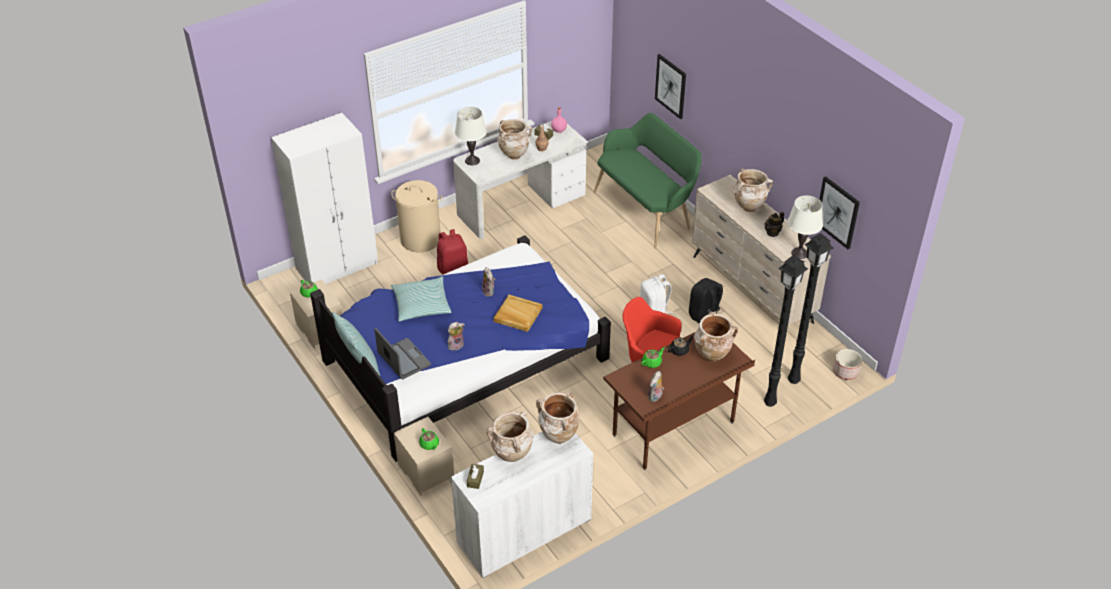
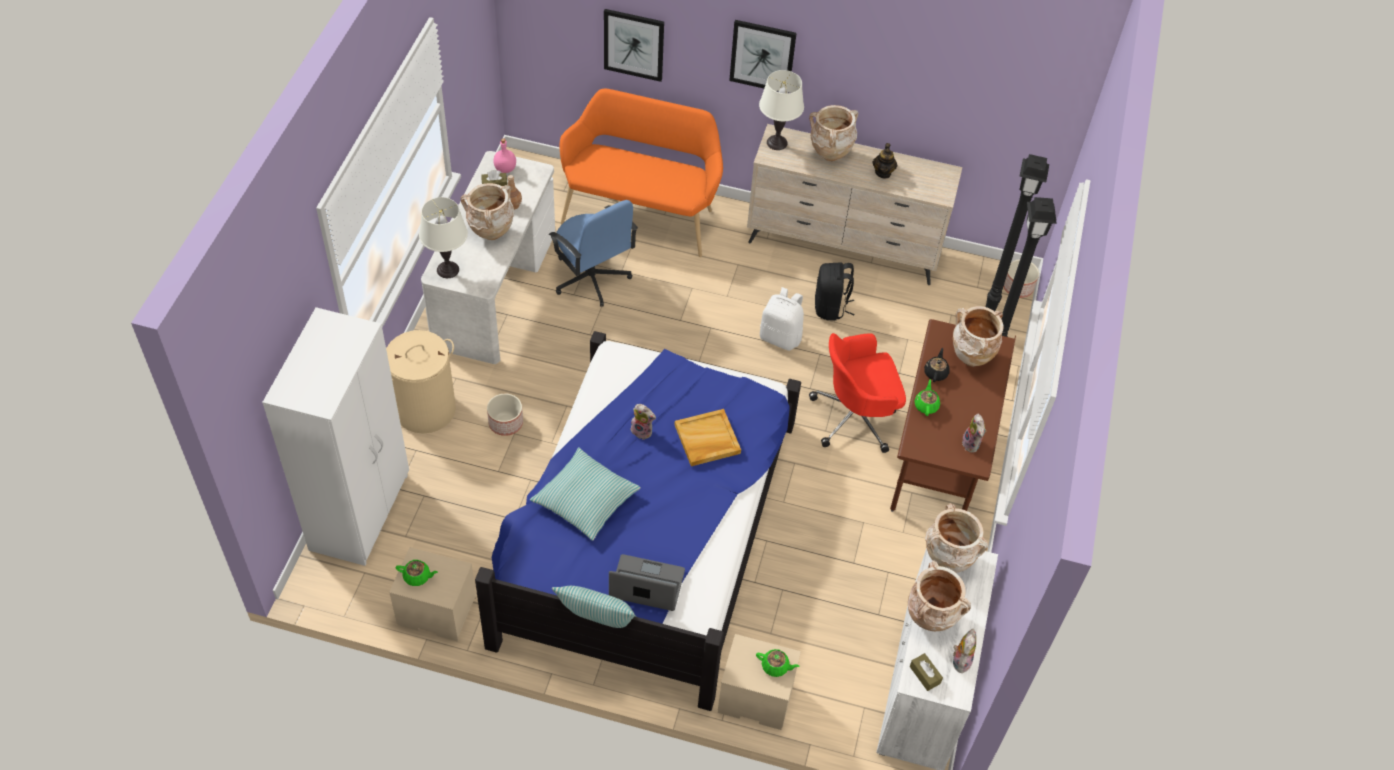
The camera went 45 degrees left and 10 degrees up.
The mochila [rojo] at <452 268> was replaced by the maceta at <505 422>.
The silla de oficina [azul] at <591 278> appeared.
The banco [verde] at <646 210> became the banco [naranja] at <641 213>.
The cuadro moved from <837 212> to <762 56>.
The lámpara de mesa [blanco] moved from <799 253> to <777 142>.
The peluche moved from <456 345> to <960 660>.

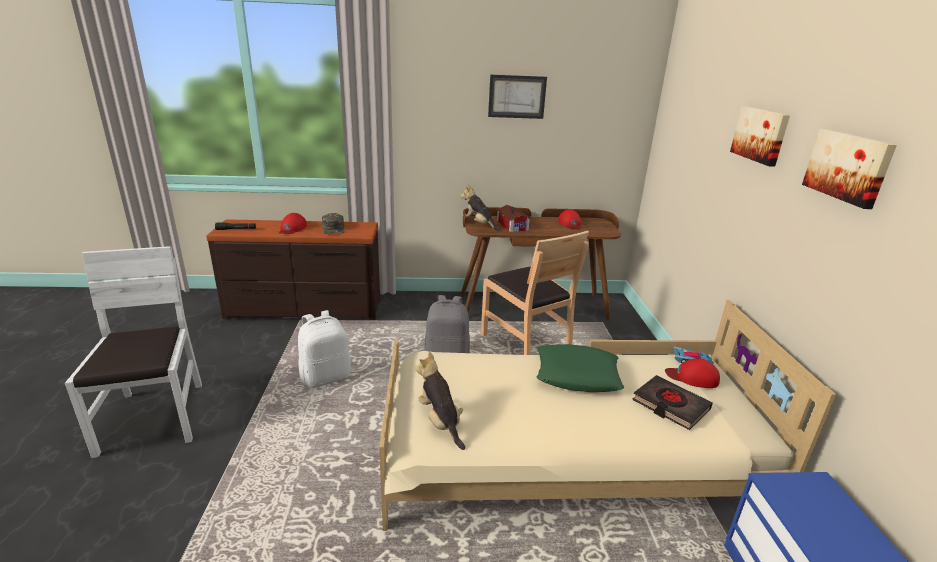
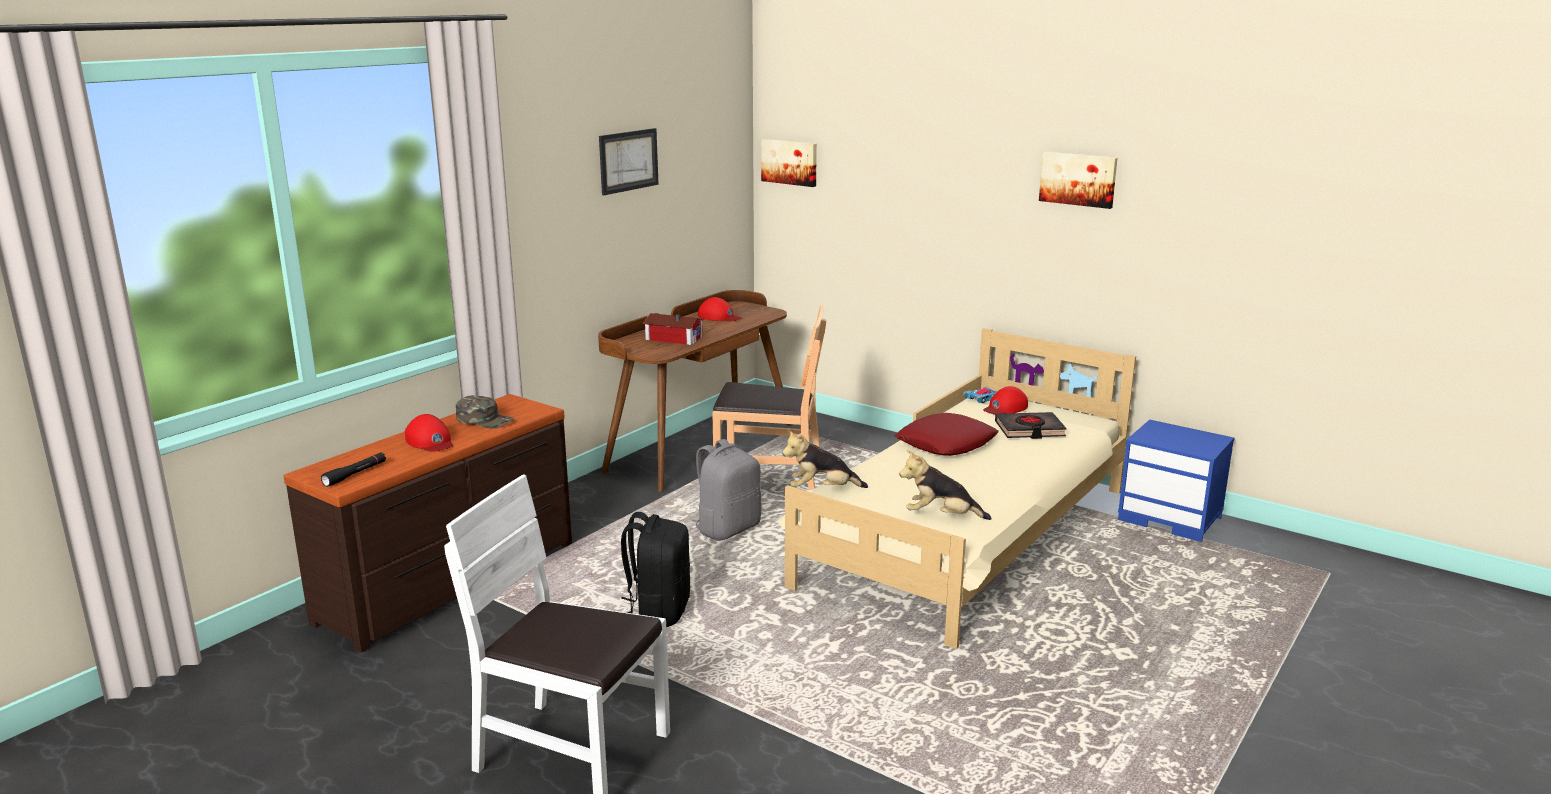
The camera went 50 degrees left and 5 degrees down.
The mochila [blanco] at <326 377> became the mochila [negro] at <658 611>.
The cuadro moved from <760 135> to <790 162>.
The peluche moved from <479 224> to <822 490>.
The cojín [verde] at <577 375> became the cojín [rojo] at <946 443>.

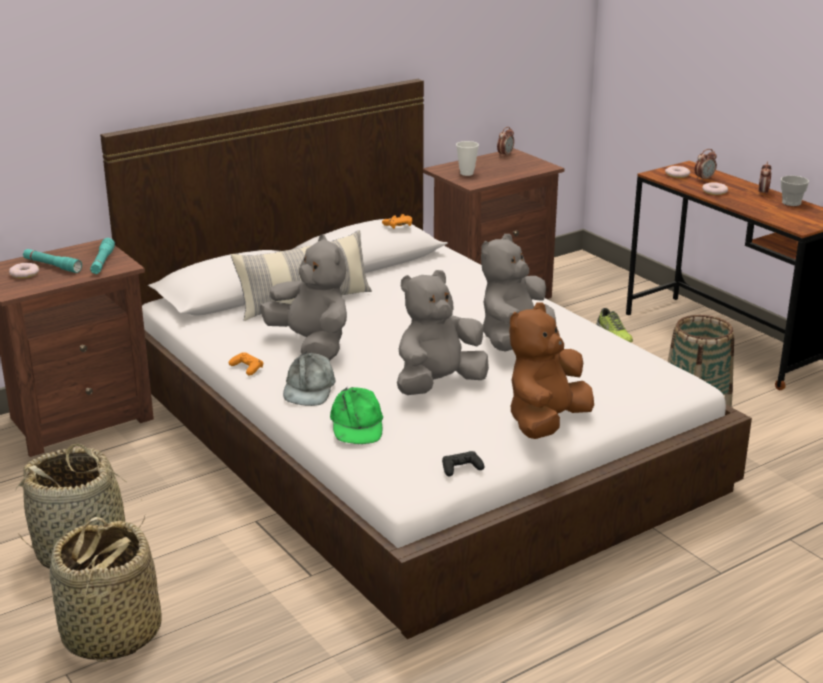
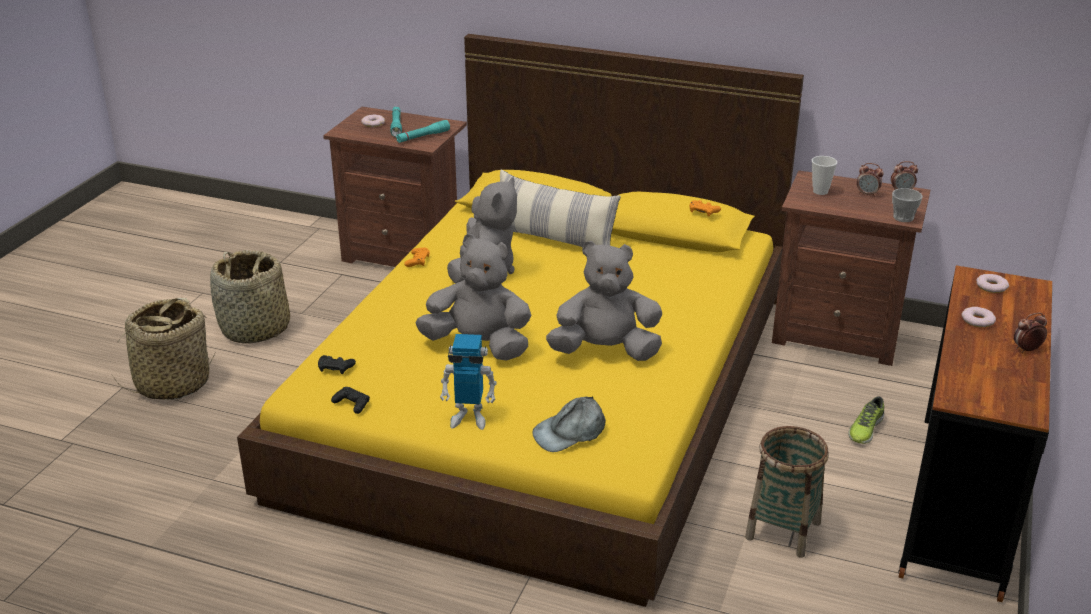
The camera went 55 degrees right and 5 degrees up.
The cama [blanco] at <410 431> became the cama [amarillo] at <547 390>.
The mando de consola [negro] at <335 367> appeared.
The peluche [marrón] at <546 423> was replaced by the robot de juguete at <469 417>.
The gorra [gris] moved from <309 388> to <570 432>.
The despertador moved from <704 179> to <867 194>.
The taza moved from <791 203> to <903 217>.
The gorra [verde] at <356 425> disappeared.

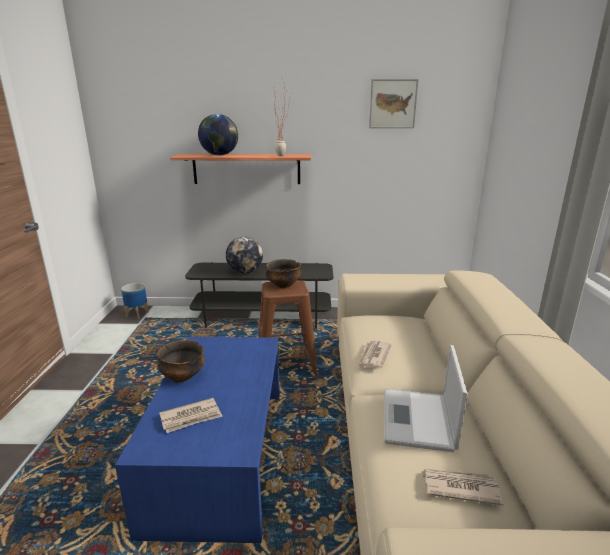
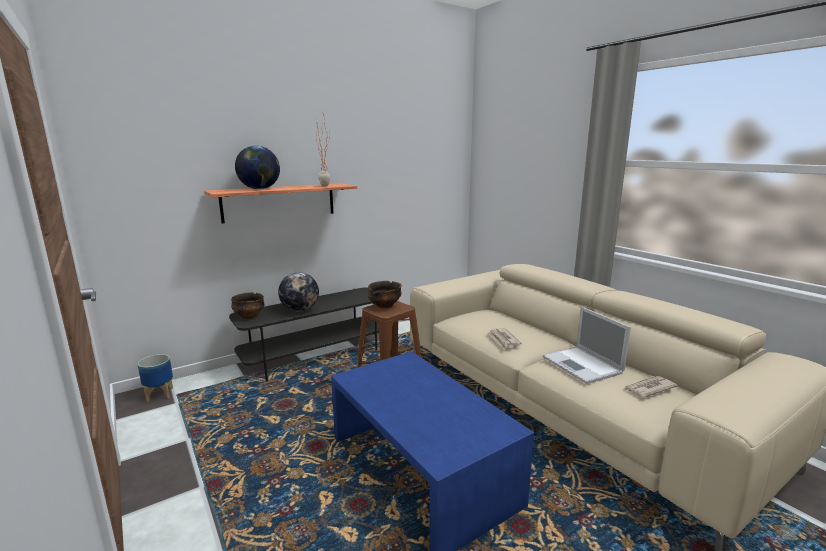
The camera went 35 degrees left and 5 degrees down.
The cuenco moved from <182 376> to <249 316>.
The periódico at <191 417> disappeared.
The cuadro at <393 104> disappeared.

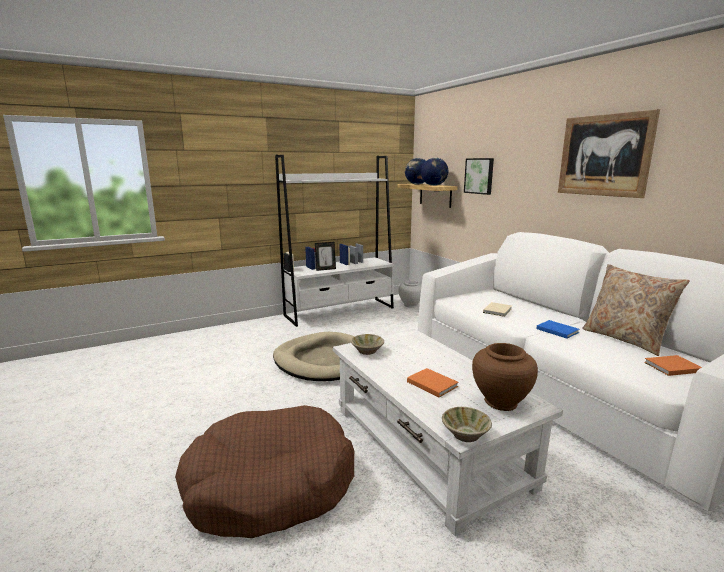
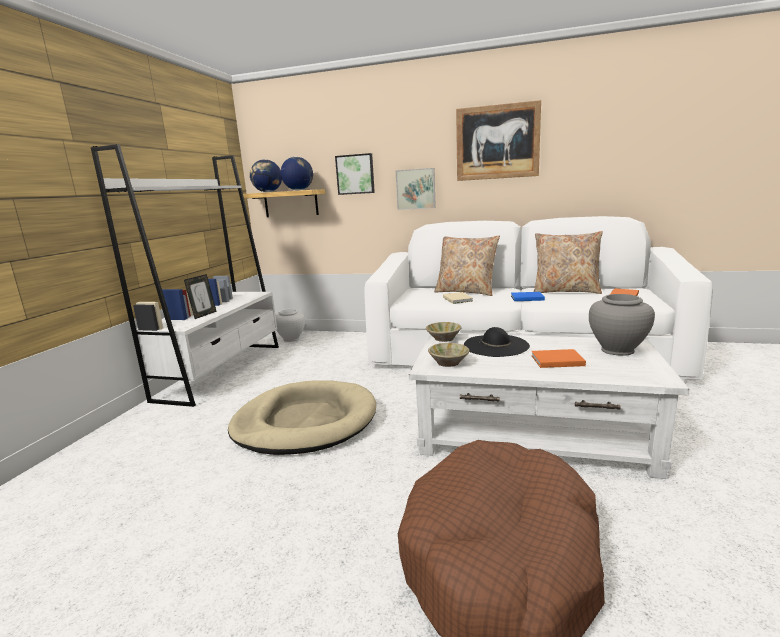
The camera went 45 degrees left and 0 degrees up.
The cuadro at <416 189> appeared.
The cuenco [beis] moved from <465 434> to <443 338>.
The cojín [beis] at <466 292> appeared.
The sombrero [negro] at <496 345> appeared.
The florero [marrón] at <501 402> became the florero [gris] at <617 350>.

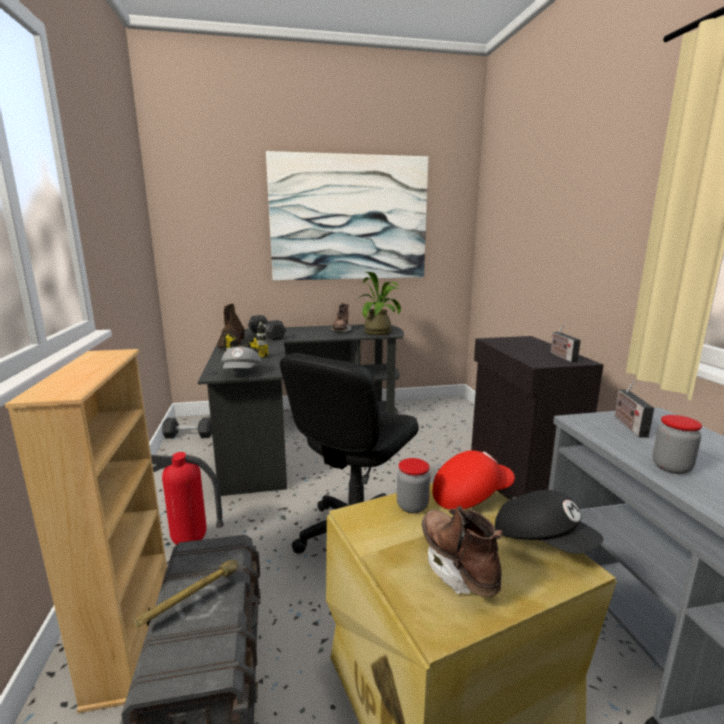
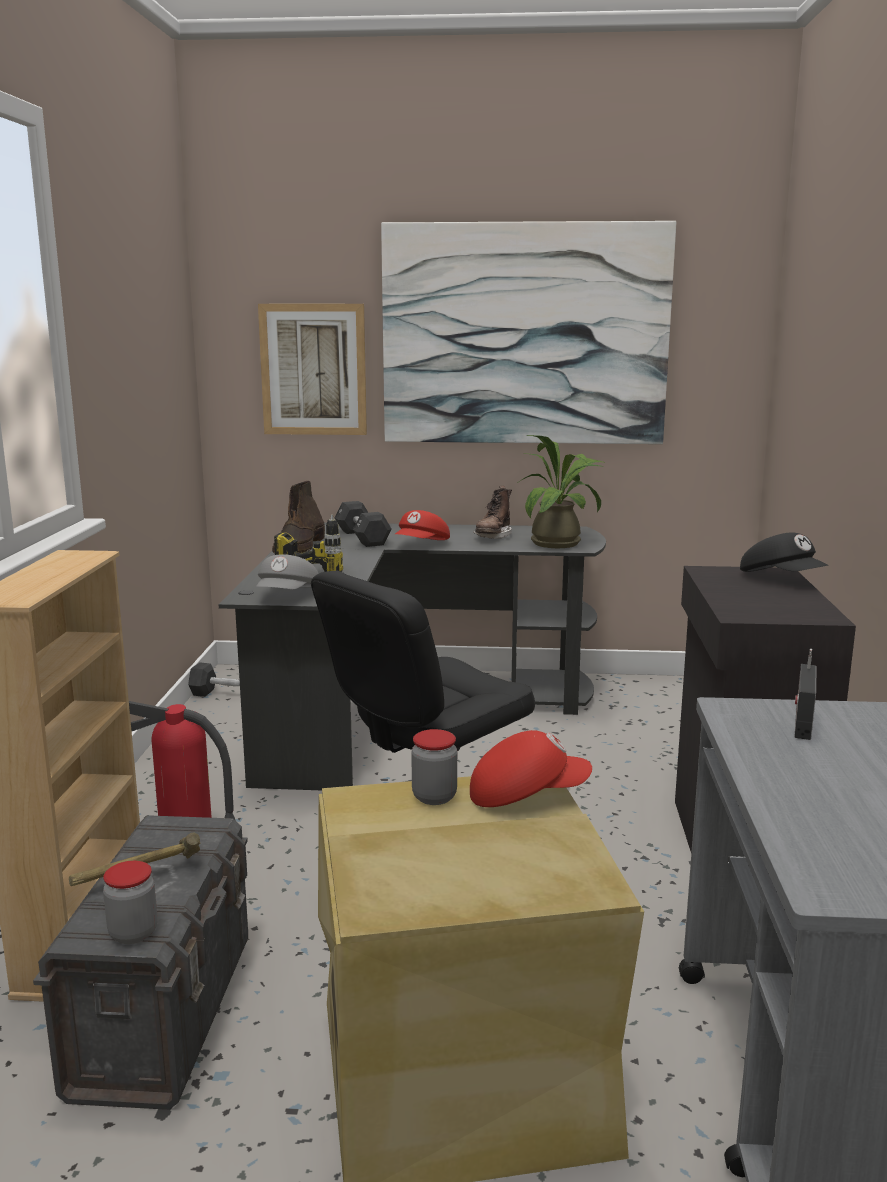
The camera went 15 degrees right and 0 degrees up.
The tarro moved from <671 467> to <133 933>.
The cuadro at <313 370> appeared.
The gorra [rojo] at <422 545> appeared.
The gorra [negro] moved from <542 540> to <782 579>.
The bota [marrón] at <457 567> disappeared.
The radio at <561 357> disappeared.

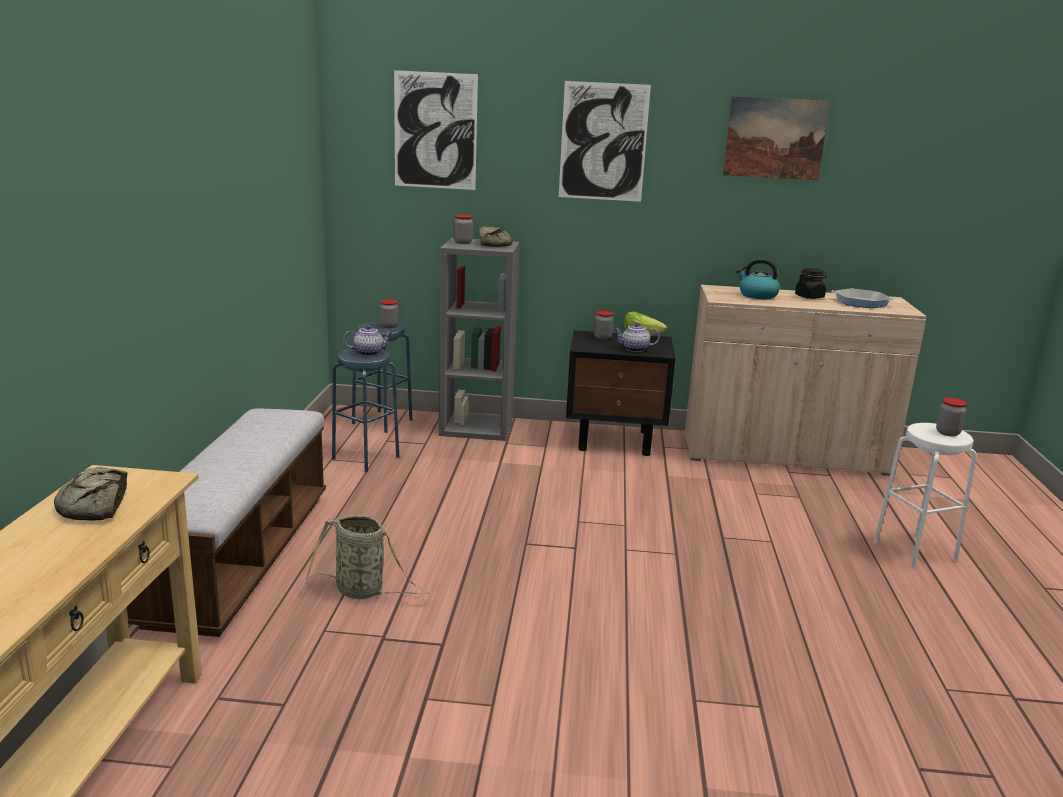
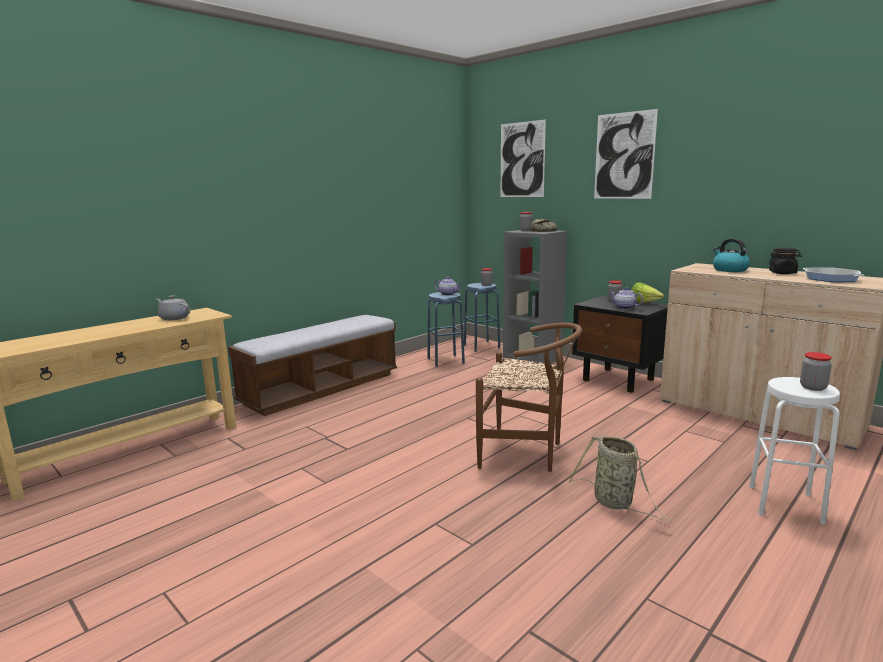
The camera went 40 degrees right and 5 degrees down.
The pan at <95 505> was replaced by the tetera [gris] at <174 318>.
The silla [marrón] at <527 453> appeared.
The cesta moved from <363 591> to <615 503>.
The cuadro at <775 138> disappeared.

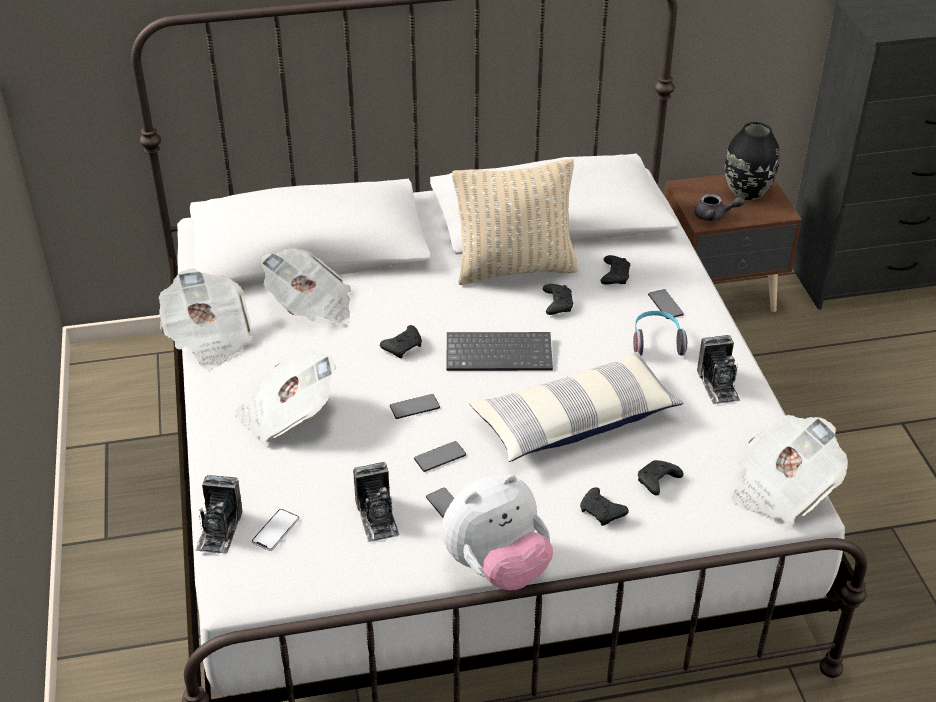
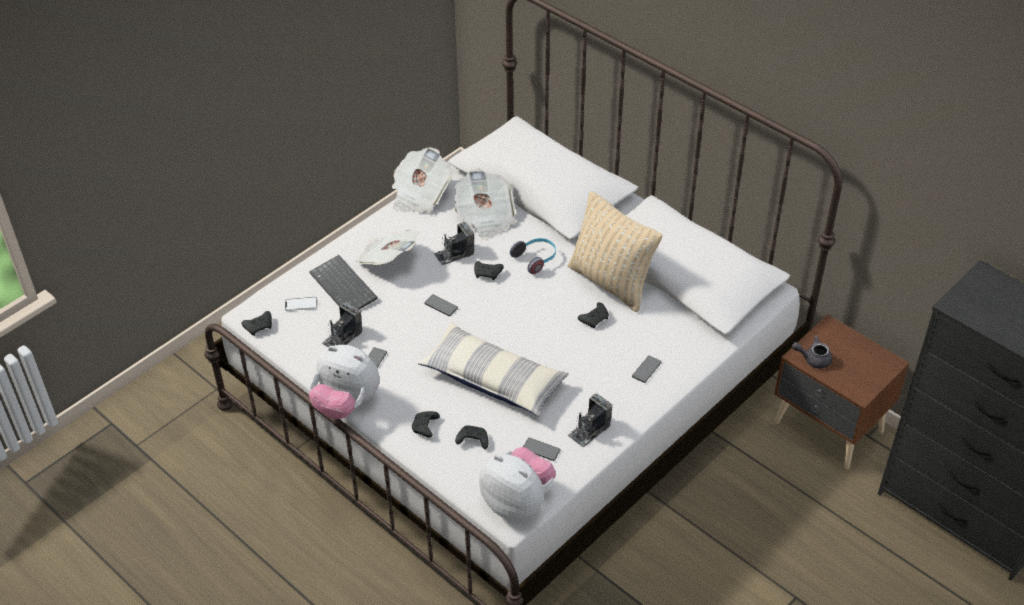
The camera went 55 degrees right and 5 degrees up.
The mando de consola [negro] moved from <614 275> to <259 326>.
The teclado moved from <500 353> to <345 287>.
The cámara moved from <219 530> to <454 254>.
The periódico at <781 489> was replaced by the peluche at <518 501>.
The auriculares moved from <656 342> to <535 259>.
The móvil moved from <440 457> to <541 449>.
The tetera [gris] at <714 216> turned 120 degrees clockwise.
The florero [negro] at <746 192> disappeared.

